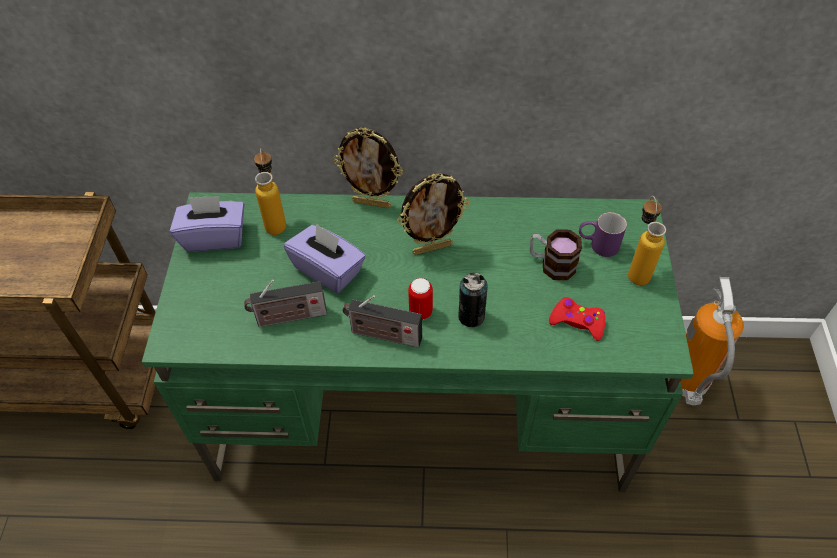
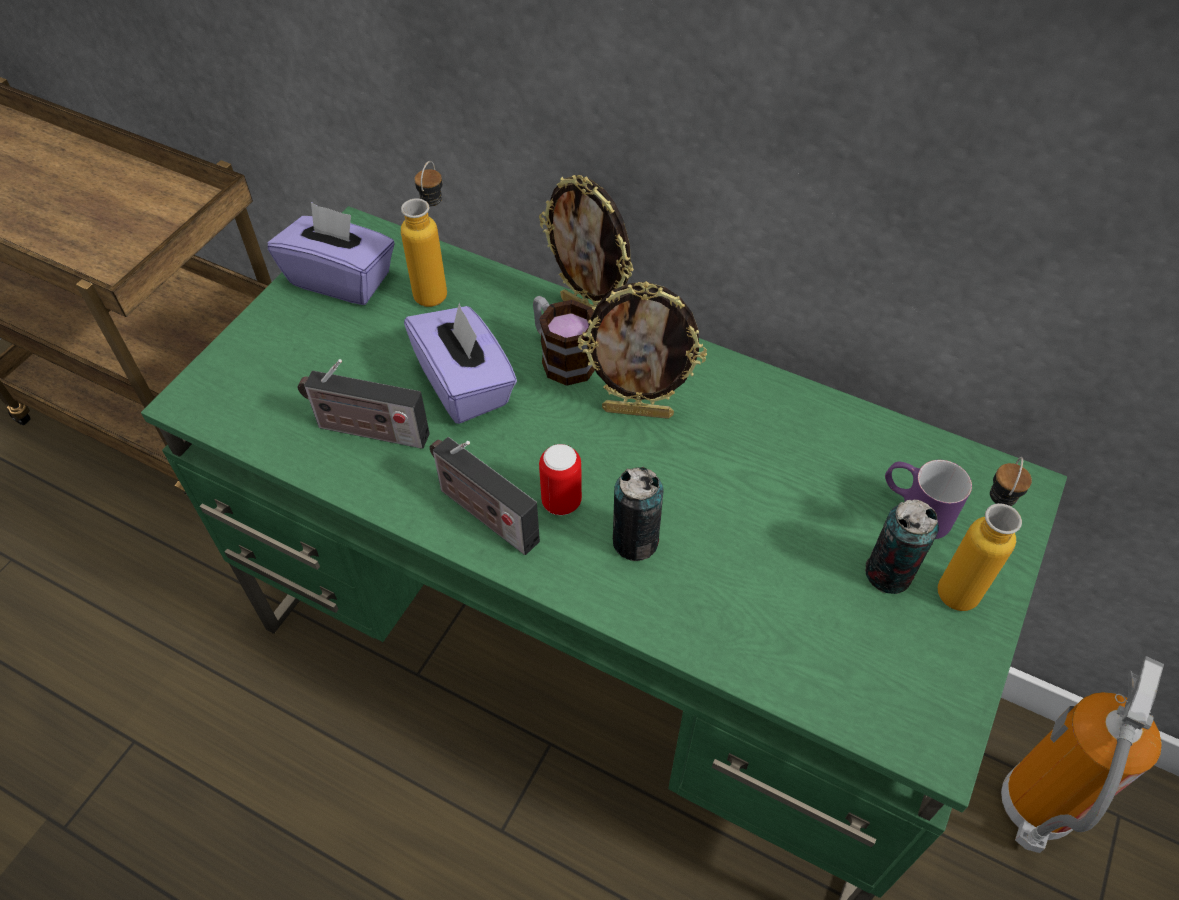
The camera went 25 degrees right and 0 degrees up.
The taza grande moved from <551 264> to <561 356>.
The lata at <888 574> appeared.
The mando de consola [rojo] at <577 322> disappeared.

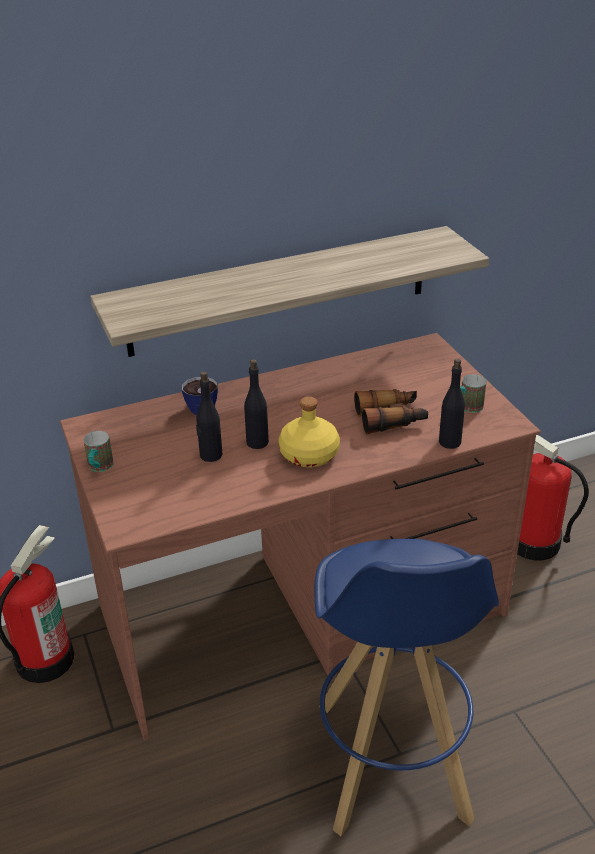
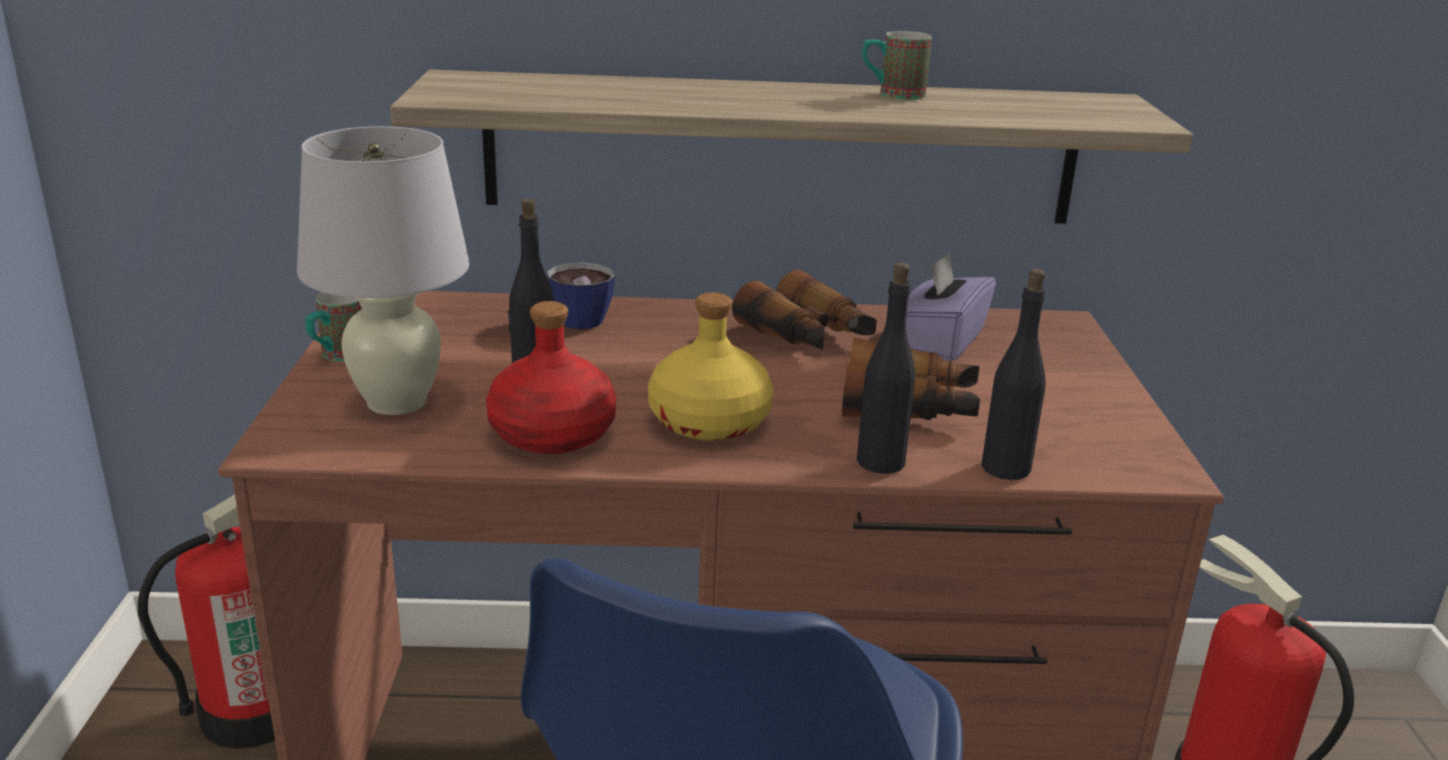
The camera went 20 degrees right and 10 degrees down.
The lámpara de mesa [blanco] at <397 402> appeared.
The botella [rojo] at <553 433> appeared.
The prismáticos at <807 336> appeared.
The botella [negro] moved from <257 442> to <881 461>.
The taza grande moved from <466 407> to <892 95>.
The caja de pañuelos [morado] at <940 342> appeared.

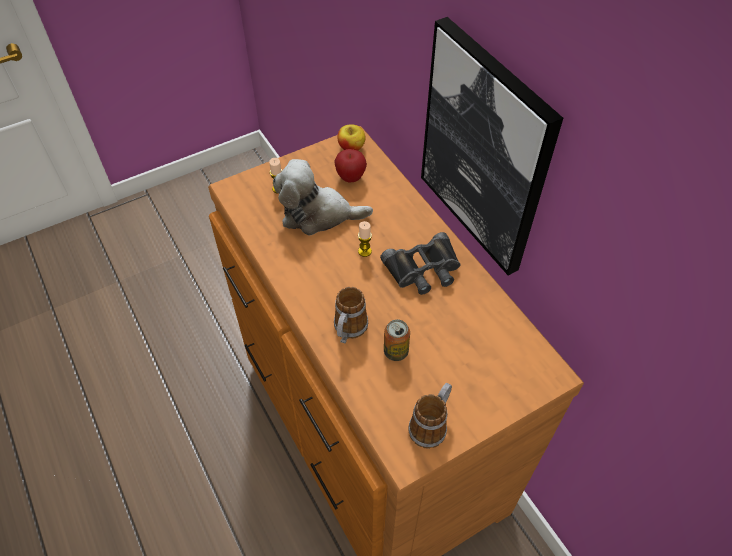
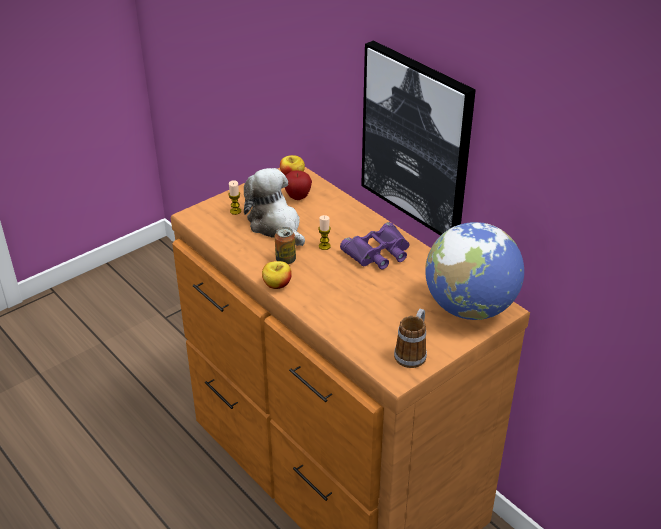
The camera went 10 degrees left and 15 degrees down.
The peluche at <318 214> turned 60 degrees clockwise.
The manzana at <277 284> appeared.
The lata moved from <395 351> to <285 260>.
The prismáticos [negro] at <423 269> became the prismáticos [morado] at <378 253>.
The globo terráqueo at <469 308> appeared.
The taza grande at <348 331> disappeared.

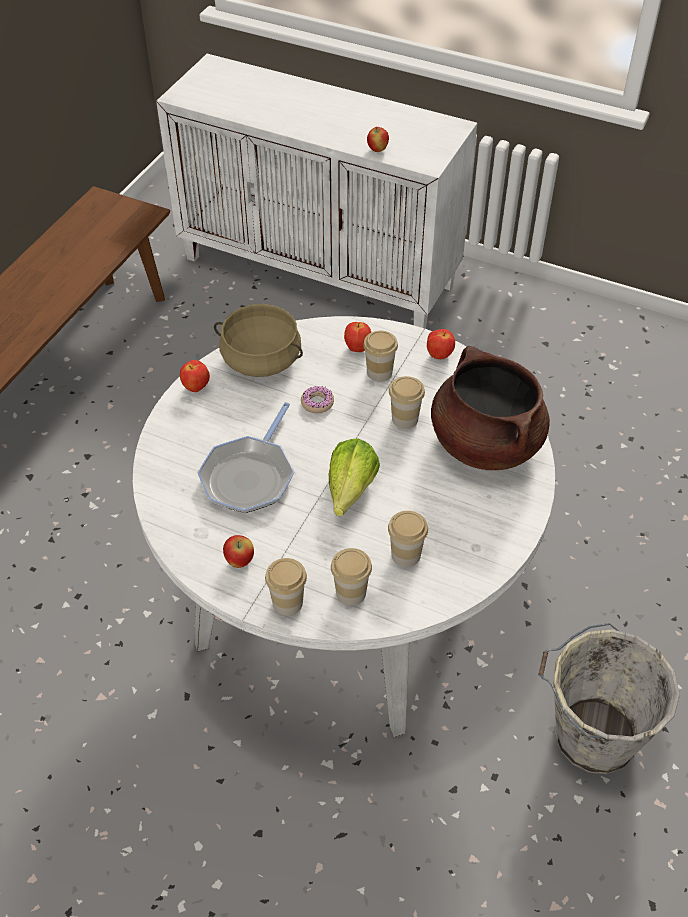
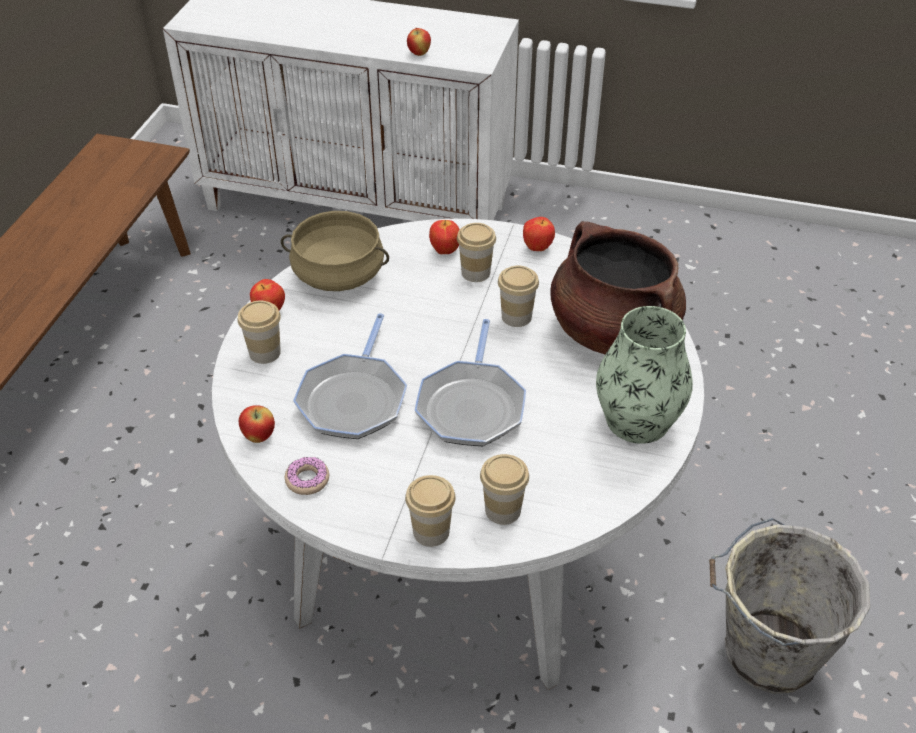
The camera went 10 degrees left and 5 degrees down.
The taza moved from <406 555> to <265 352>.
The manzana moved from <239 561> to <259 436>.
The rosquilla moved from <317 403> to <307 480>.
The lechuga at <347 496> was replaced by the sartén at <471 405>.
The florero at <637 420> appeared.

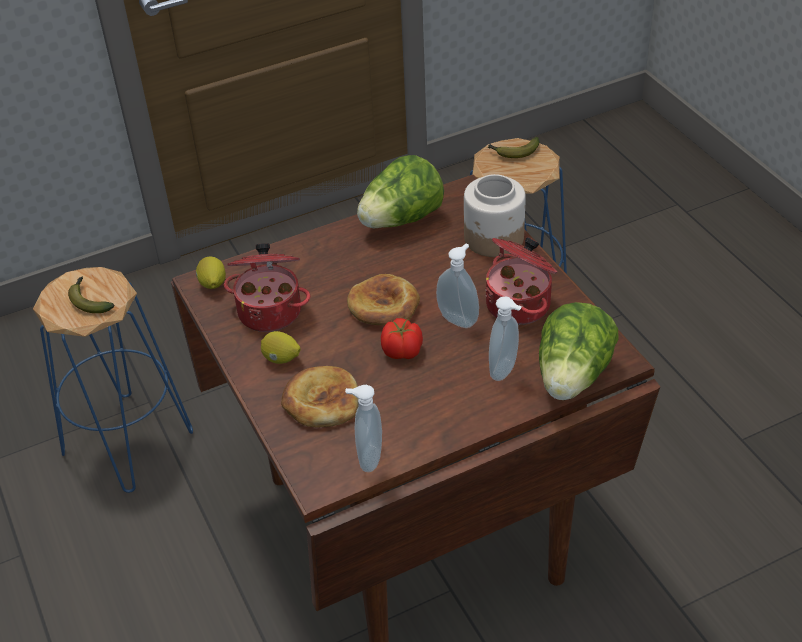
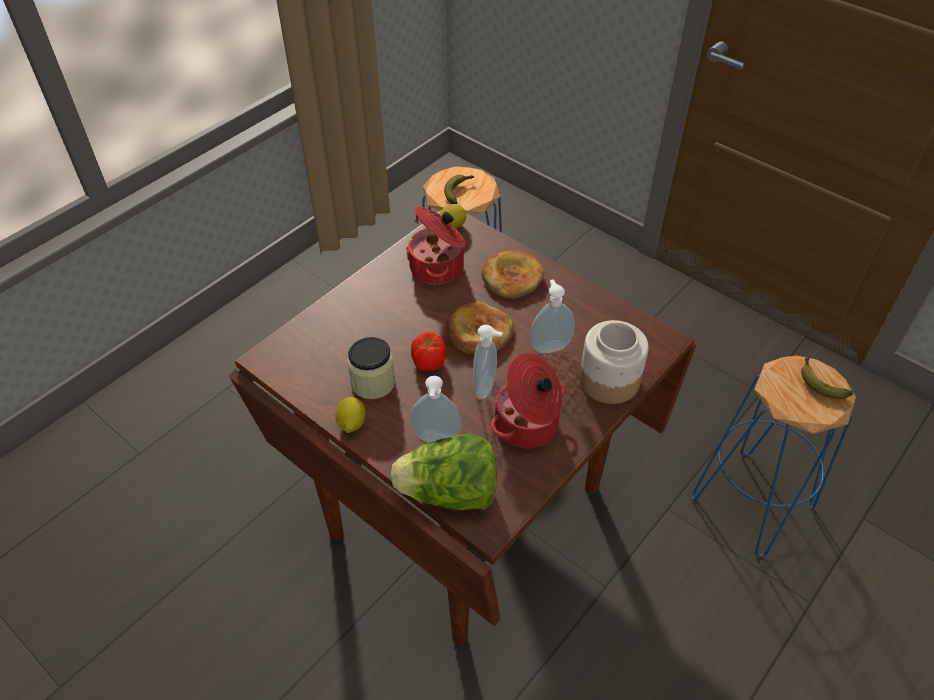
The camera went 65 degrees right and 5 degrees up.
The limón moved from <281 359> to <351 424>.
The tarro at <373 382> appeared.
The pan moved from <321 401> to <512 277>.
The dispensador de jabón moved from <368 458> to <549 346>.
The lechuga at <401 220> disappeared.

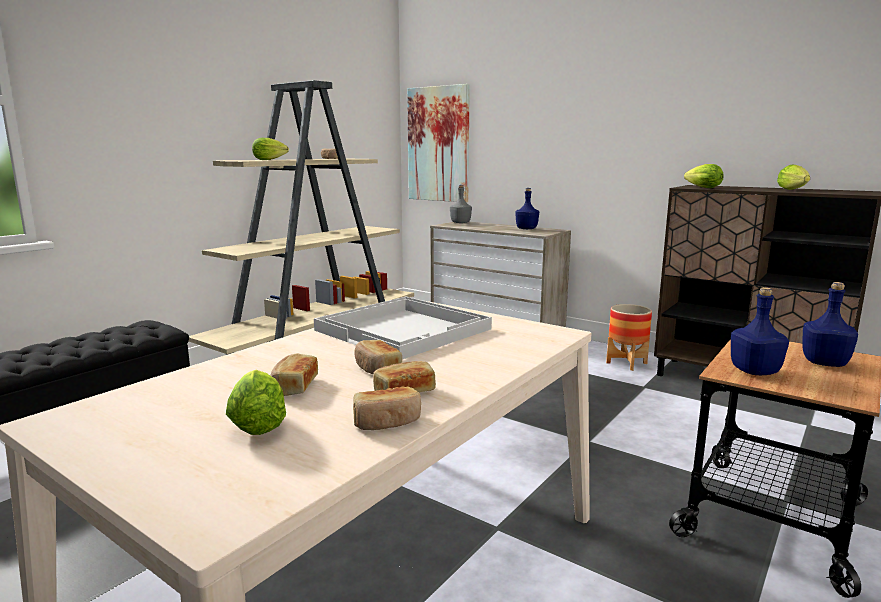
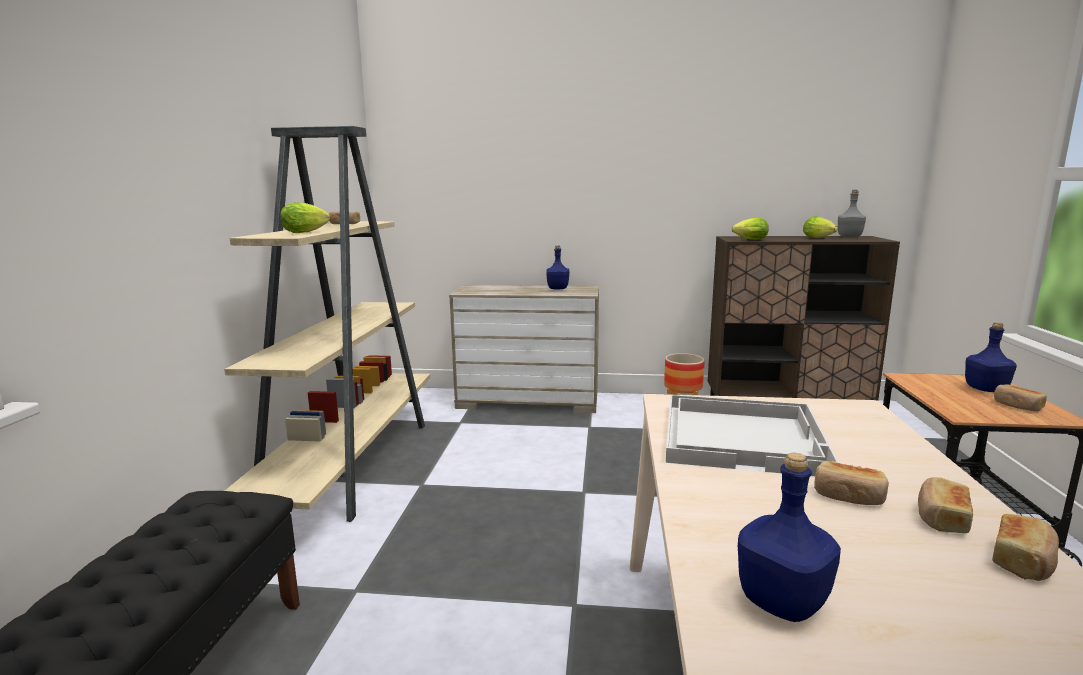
The camera went 30 degrees left and 0 degrees up.
The botella [azul] moved from <755 371> to <783 601>.
The botella [gris] moved from <460 223> to <849 237>.
The pan moved from <294 386> to <1017 406>.
The lechuga at <258 423> disappeared.
The cuadro at <438 144> disappeared.

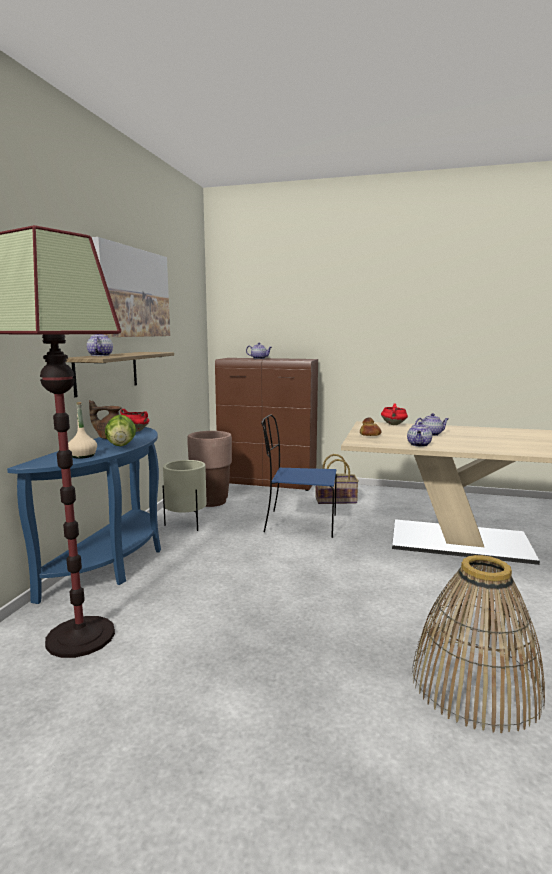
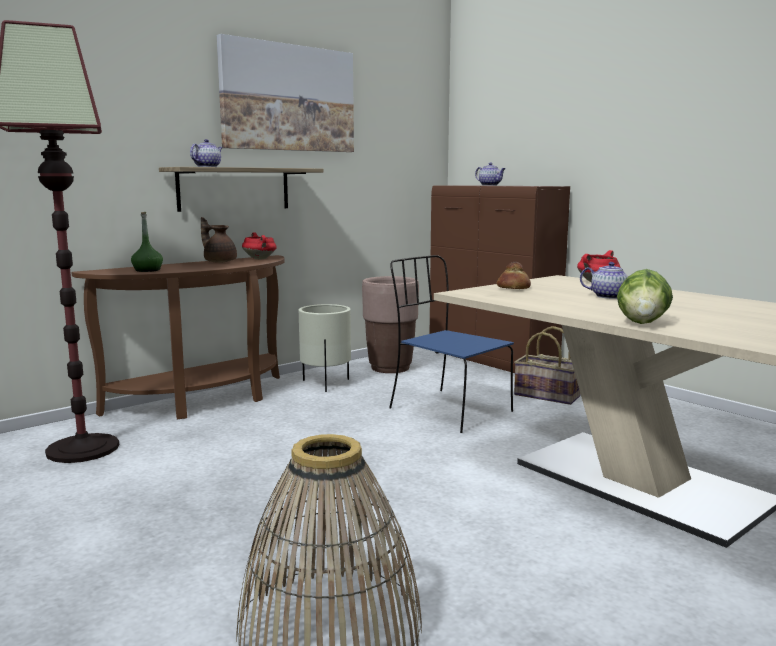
The camera went 35 degrees right and 0 degrees up.
The mesa consola [azul] at <114 562> became the mesa consola [marrón] at <205 400>.
The botella [beis] at <83 456> became the botella [verde] at <147 270>.
The lechuga moved from <121 445> to <642 323>.
The tetera at <419 445> disappeared.

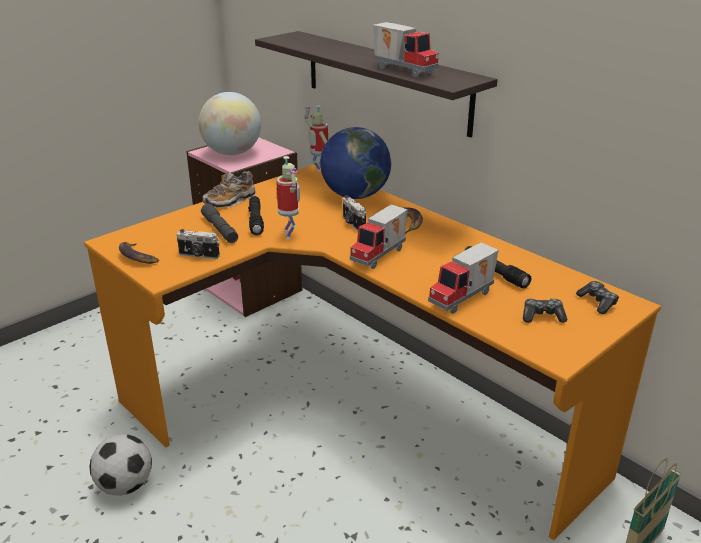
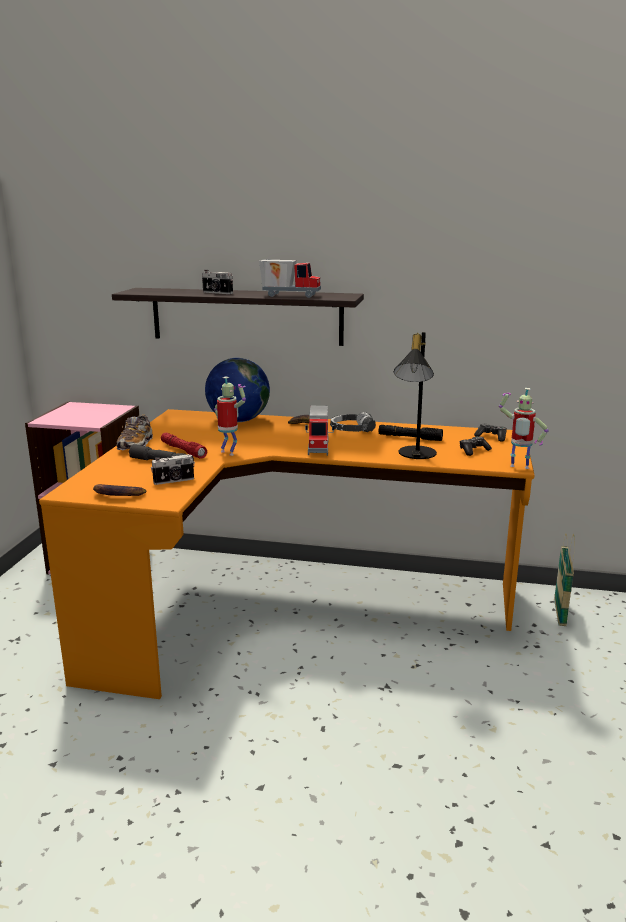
The camera went 35 degrees left and 10 degrees down.
The linterna [negro] at <256 220> became the linterna [rojo] at <183 450>.
The cámara moved from <353 224> to <217 293>.
The auriculares at <352 429> appeared.
The camión de juguete at <463 299> was replaced by the lámpara de mesa [negro] at <414 455>.
The robot de juguete moved from <319 173> to <518 468>.
The balón de fútbol at <126 485> disappeared.
The globo terráqueo at <232 153> disappeared.

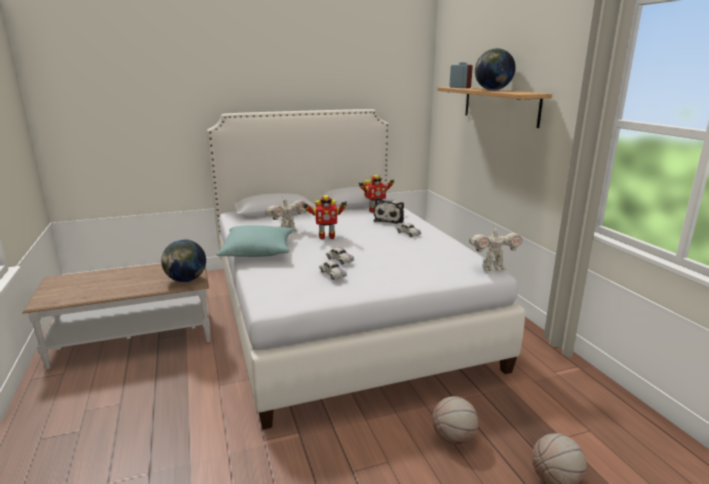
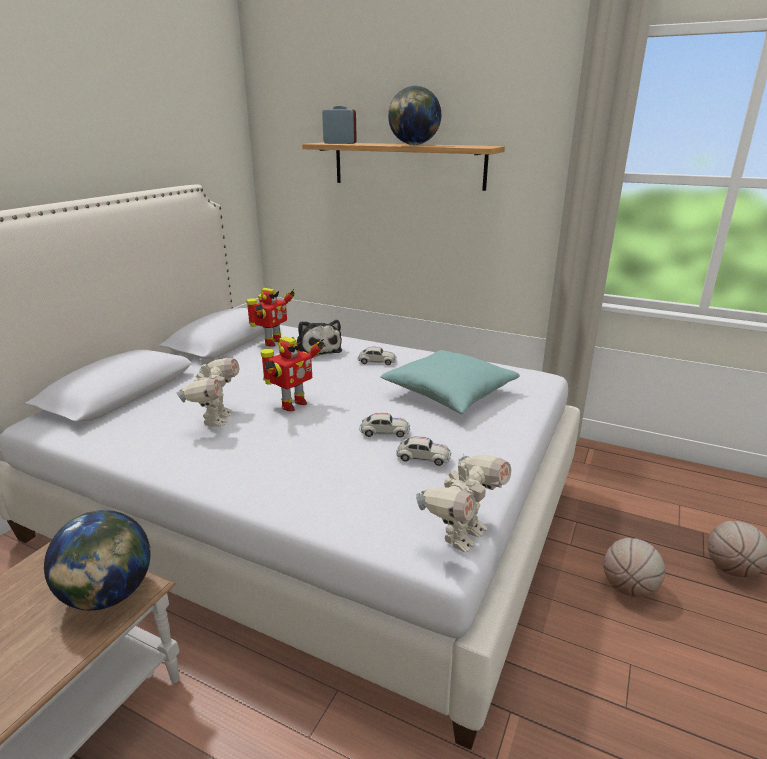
The camera went 45 degrees left and 5 degrees up.
The cojín [turquesa] moved from <258 252> to <449 393>.
The robot de juguete moved from <492 268> to <462 535>.

